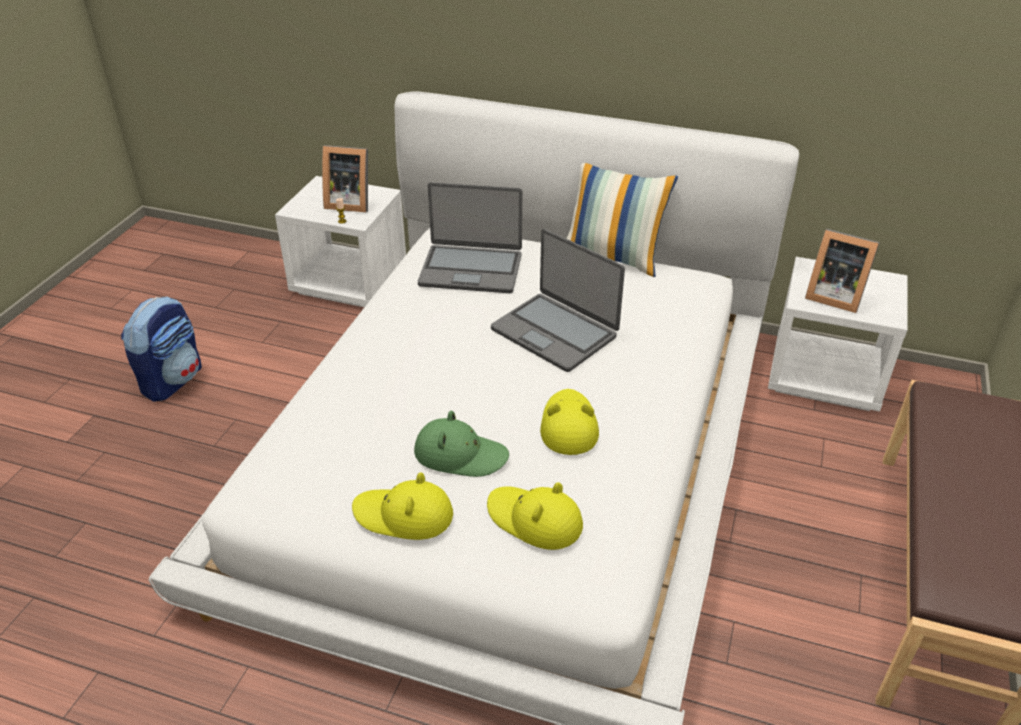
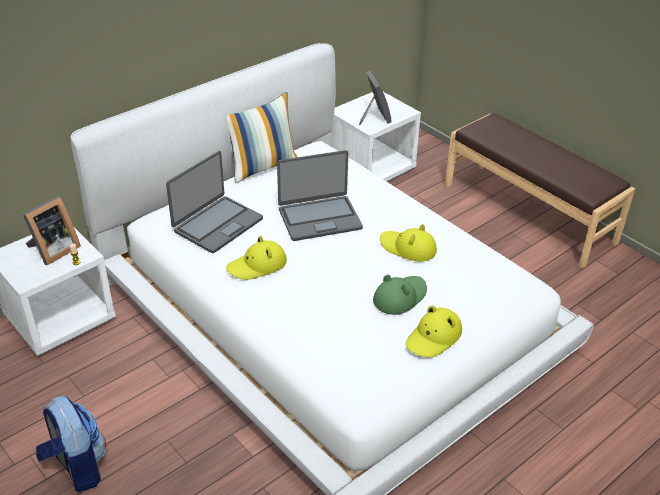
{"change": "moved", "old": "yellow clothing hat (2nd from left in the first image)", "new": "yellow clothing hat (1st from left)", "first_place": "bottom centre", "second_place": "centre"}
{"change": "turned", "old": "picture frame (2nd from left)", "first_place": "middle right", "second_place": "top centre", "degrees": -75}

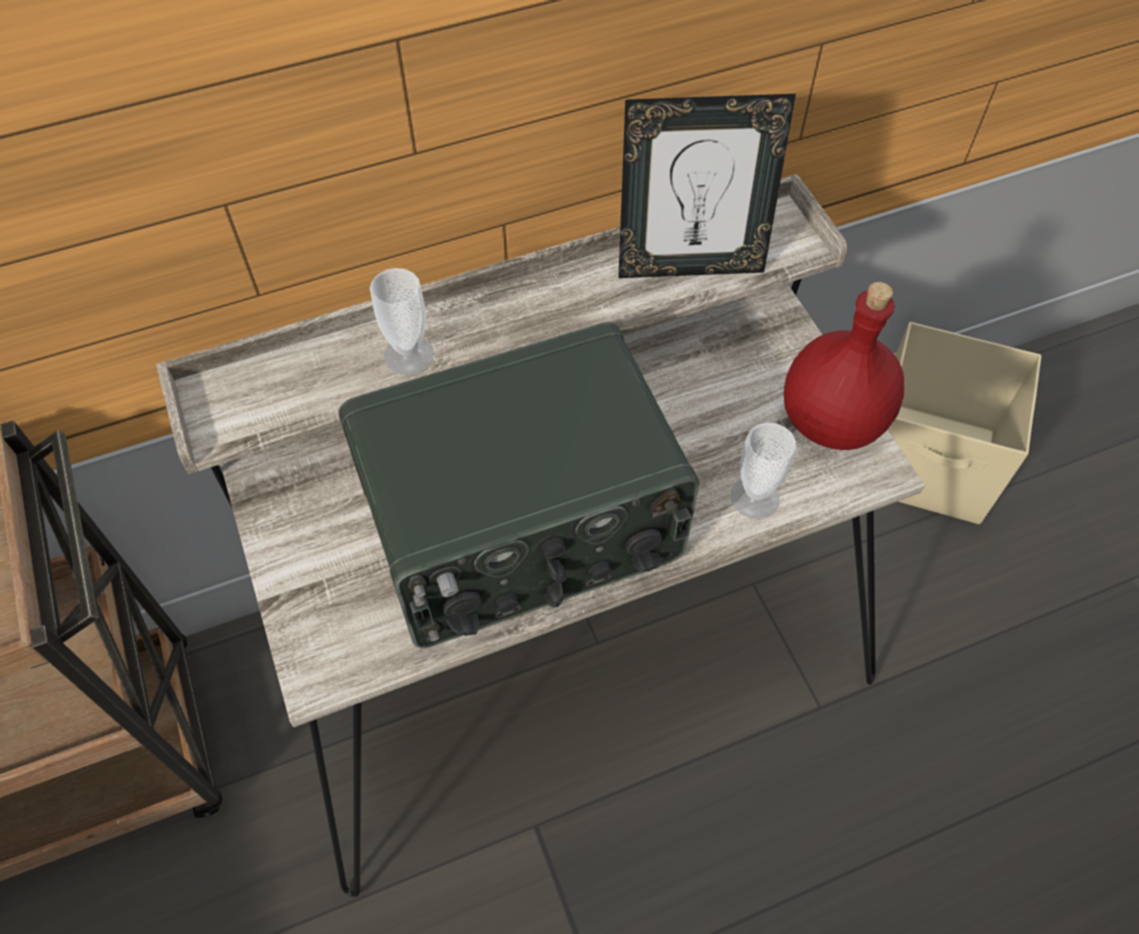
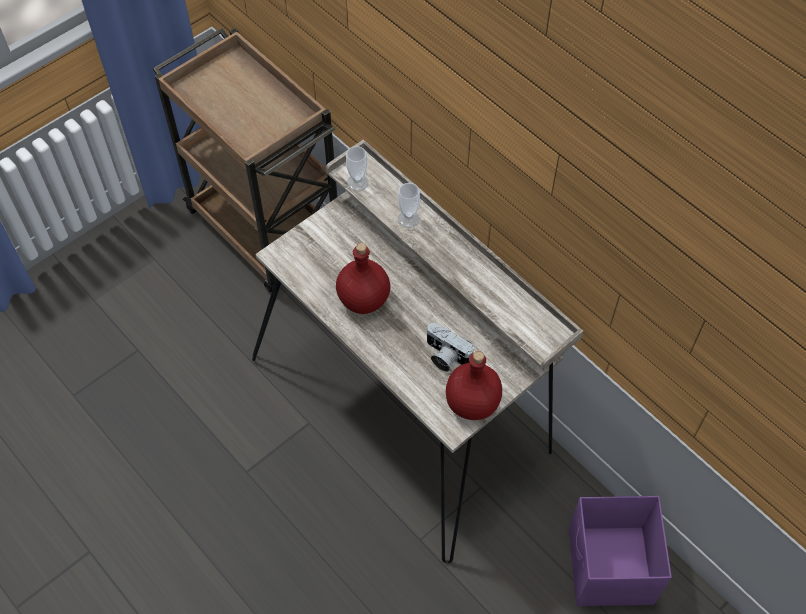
{"change": "removed", "old": "picture frame", "first_place": "top centre"}
{"change": "added", "new": "photo camera", "second_place": "centre"}
{"change": "moved", "old": "cup (2nd from left in the first image)", "new": "cup (1st from left)", "first_place": "middle right", "second_place": "top centre"}
{"change": "replaced", "old": "radio", "new": "reddish bottle (1st from left)", "first_place": "centre", "second_place": "centre"}
{"change": "recoloured", "old": "beige storage bin", "new": "purple storage bin", "first_place": "middle right", "second_place": "bottom right"}

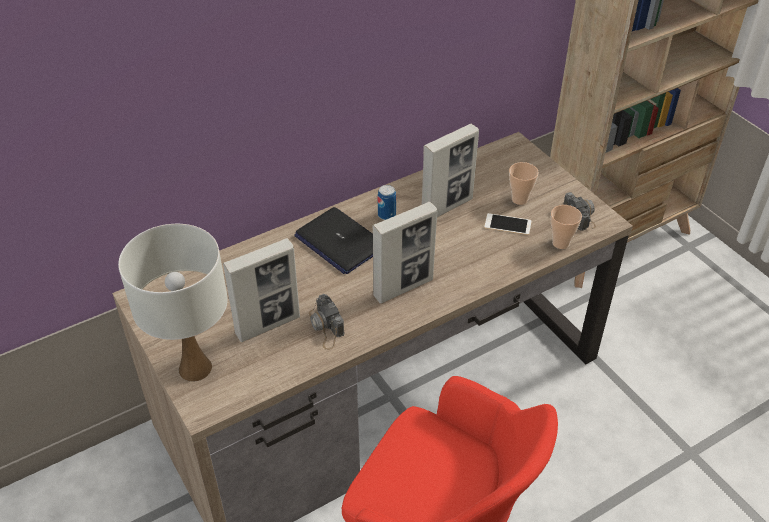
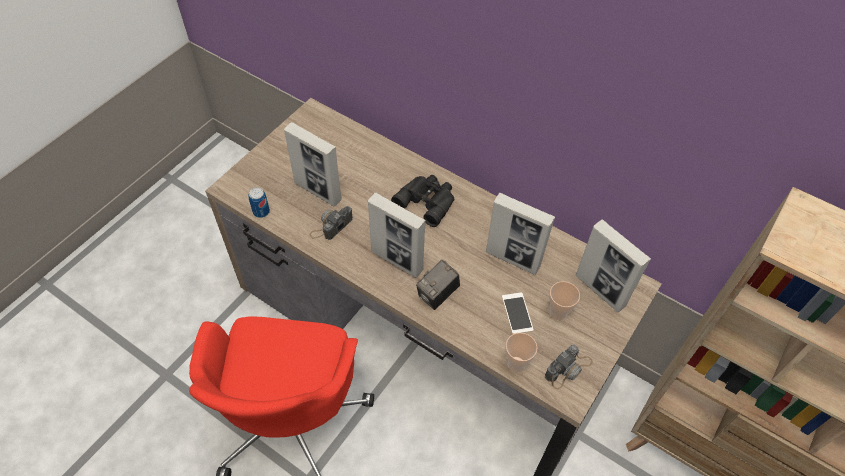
{"change": "removed", "old": "white-coloured table lamp", "first_place": "middle left"}
{"change": "added", "new": "photo camera (2nd from left)", "second_place": "centre"}
{"change": "added", "new": "picture frame (4th from left)", "second_place": "middle right"}
{"change": "moved", "old": "can", "first_place": "centre", "second_place": "middle left"}
{"change": "replaced", "old": "notebook computer", "new": "black-coloured pair of binoculars", "first_place": "centre", "second_place": "centre"}

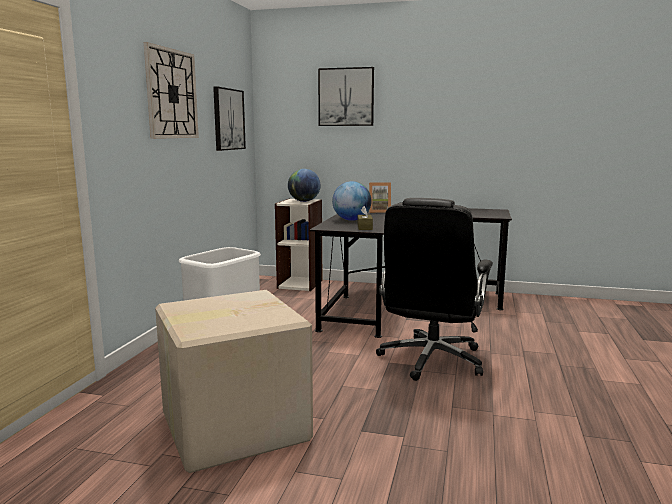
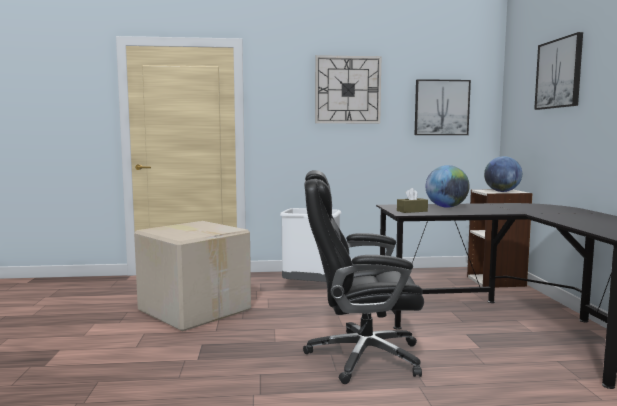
{"change": "removed", "old": "picture frame", "first_place": "centre"}

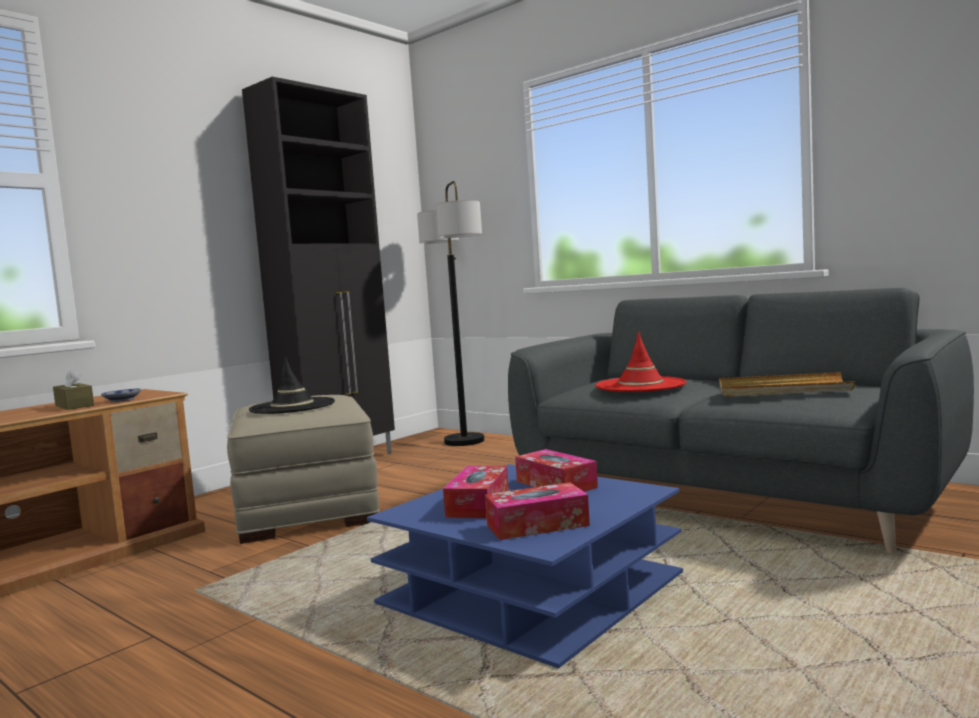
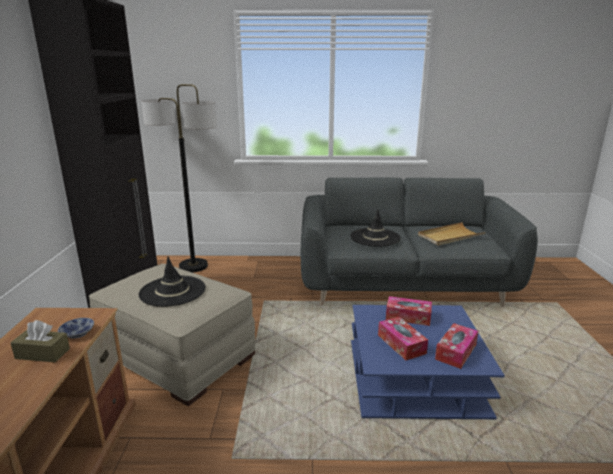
{"change": "recoloured", "old": "reddish clothing hat", "new": "black-coloured clothing hat (2nd from left)", "first_place": "centre", "second_place": "centre"}

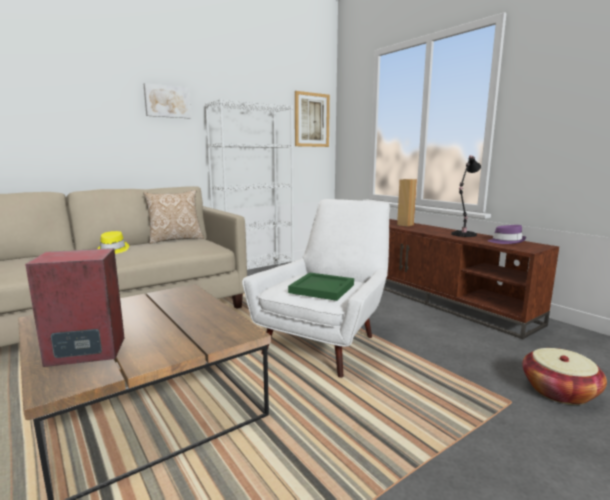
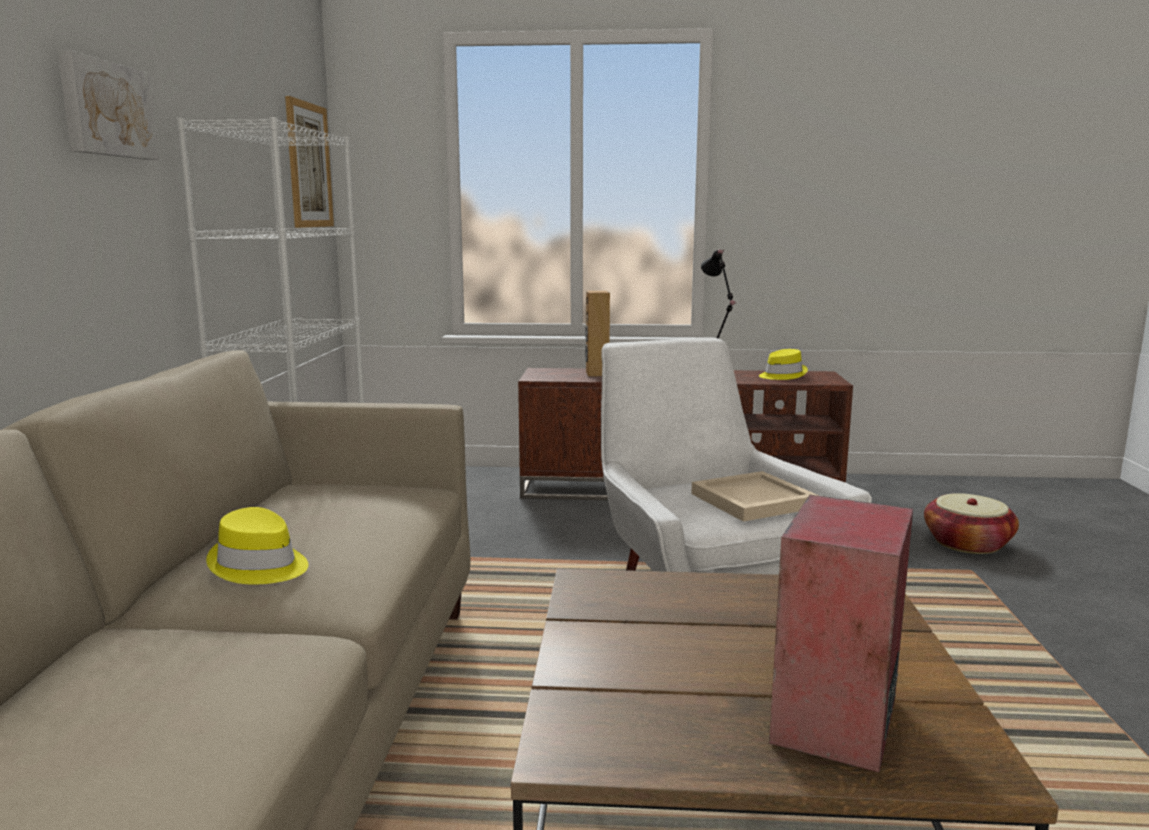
{"change": "removed", "old": "pillow", "first_place": "middle left"}
{"change": "recoloured", "old": "green serving tray", "new": "beige serving tray", "first_place": "centre", "second_place": "centre"}
{"change": "recoloured", "old": "purple clothing hat", "new": "yellow clothing hat (2nd from left)", "first_place": "middle right", "second_place": "middle right"}

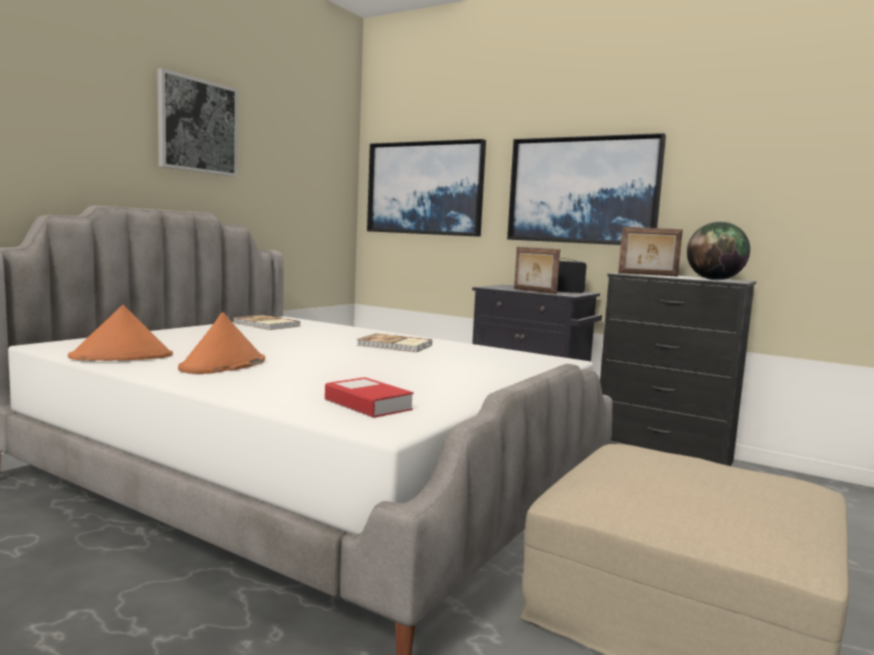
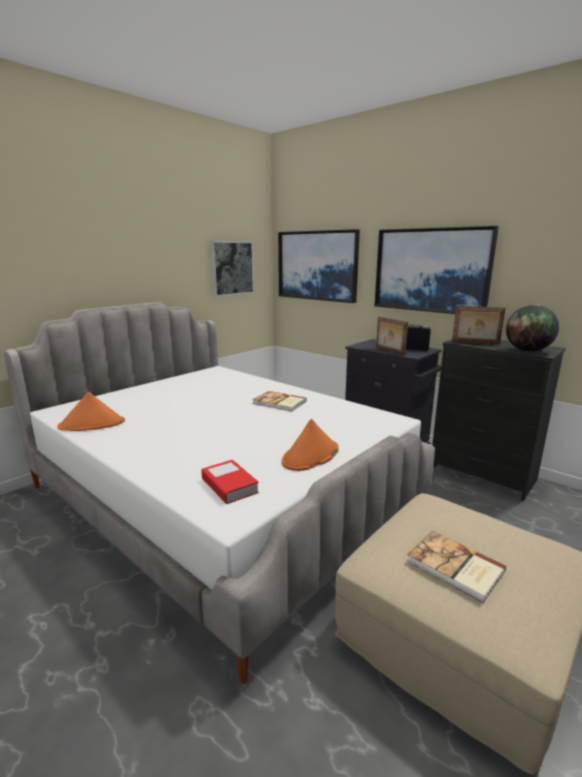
{"change": "moved", "old": "wall picture (1st from left)", "first_place": "top left", "second_place": "centre"}
{"change": "moved", "old": "orangey clothing hat (2nd from left)", "first_place": "middle left", "second_place": "centre"}
{"change": "moved", "old": "bound book (1st from left in the first image)", "new": "bound book (3rd from left)", "first_place": "middle left", "second_place": "bottom right"}

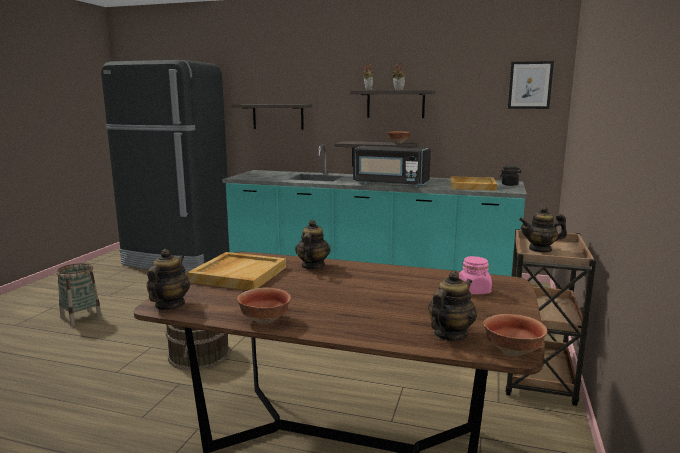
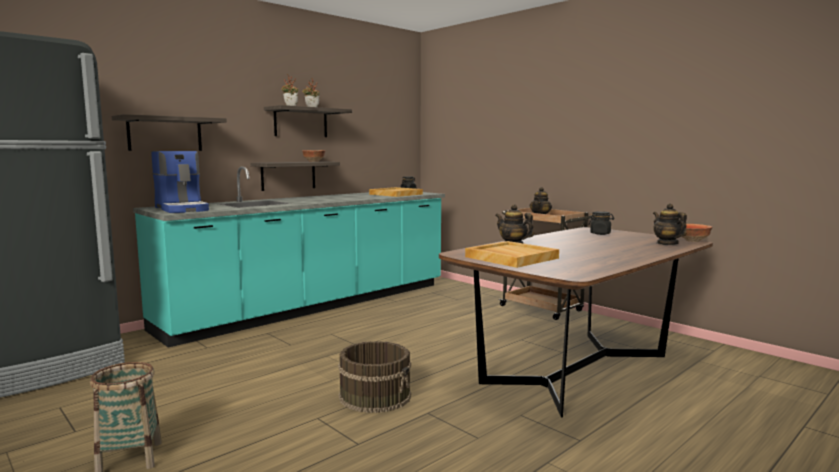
{"change": "removed", "old": "pot for tea (1st from left)", "first_place": "middle left"}
{"change": "removed", "old": "serving bowl (1st from left)", "first_place": "bottom centre"}
{"change": "removed", "old": "black-coloured kitchen microwave", "first_place": "centre"}
{"change": "removed", "old": "wall picture", "first_place": "top right"}
{"change": "added", "new": "coffee brewer", "second_place": "middle left"}
{"change": "recoloured", "old": "pink-coloured preserve jar", "new": "black-coloured preserve jar (2nd from left)", "first_place": "middle right", "second_place": "middle right"}

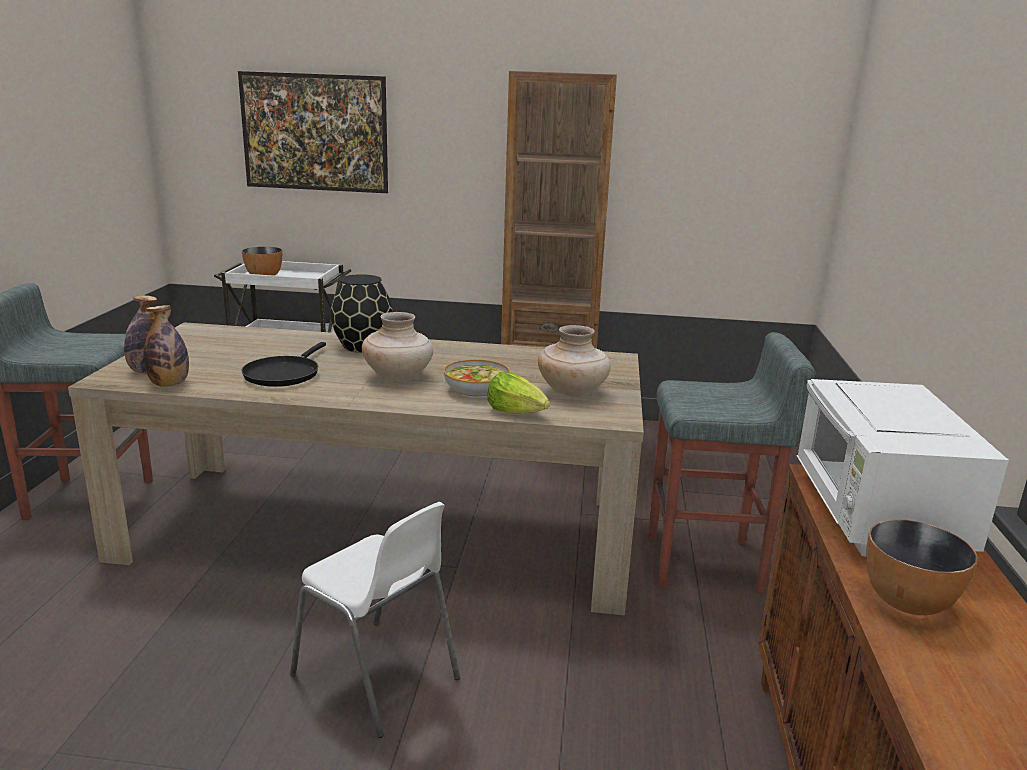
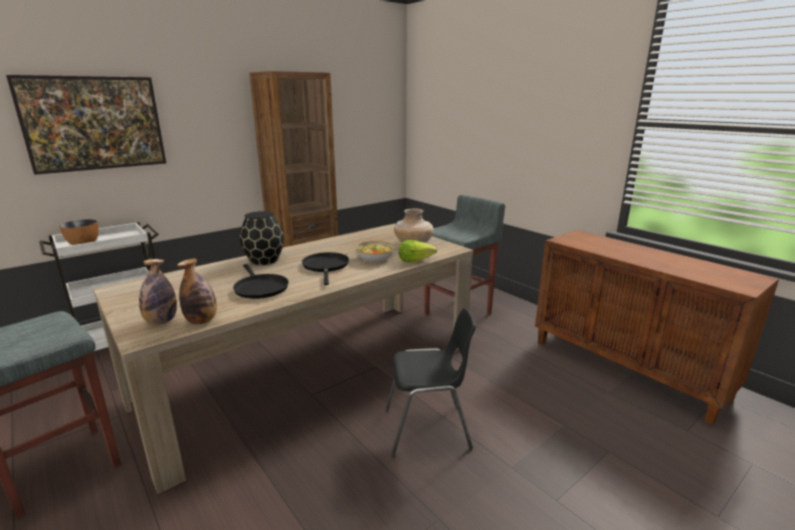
{"change": "removed", "old": "white-coloured kitchen microwave", "first_place": "middle right"}
{"change": "removed", "old": "serving bowl (3rd from left)", "first_place": "bottom right"}
{"change": "replaced", "old": "beige vase (1st from left)", "new": "black-coloured frying pan (2nd from left)", "first_place": "centre", "second_place": "centre"}
{"change": "recoloured", "old": "white-coloured plain chair", "new": "black-coloured plain chair", "first_place": "bottom centre", "second_place": "bottom centre"}

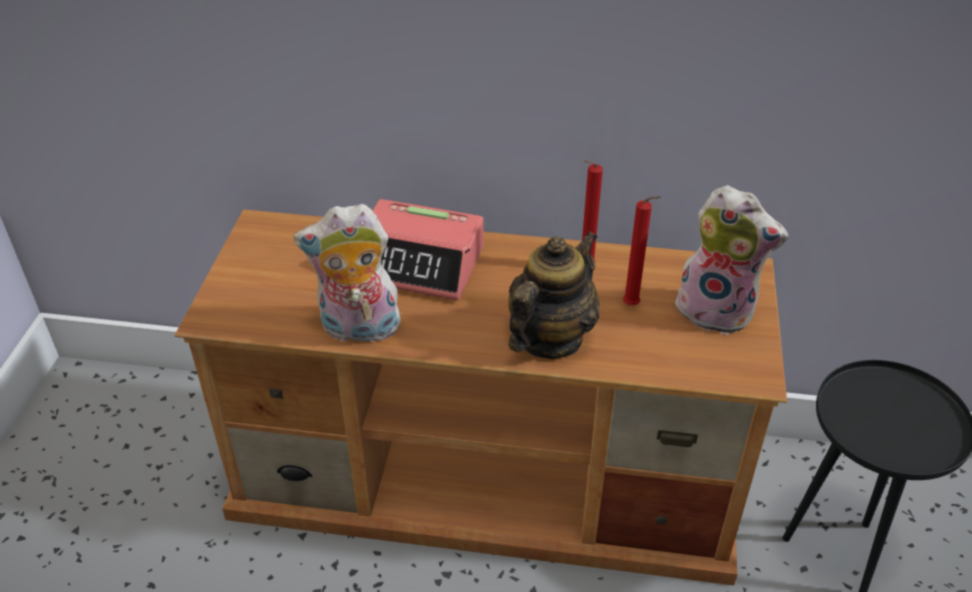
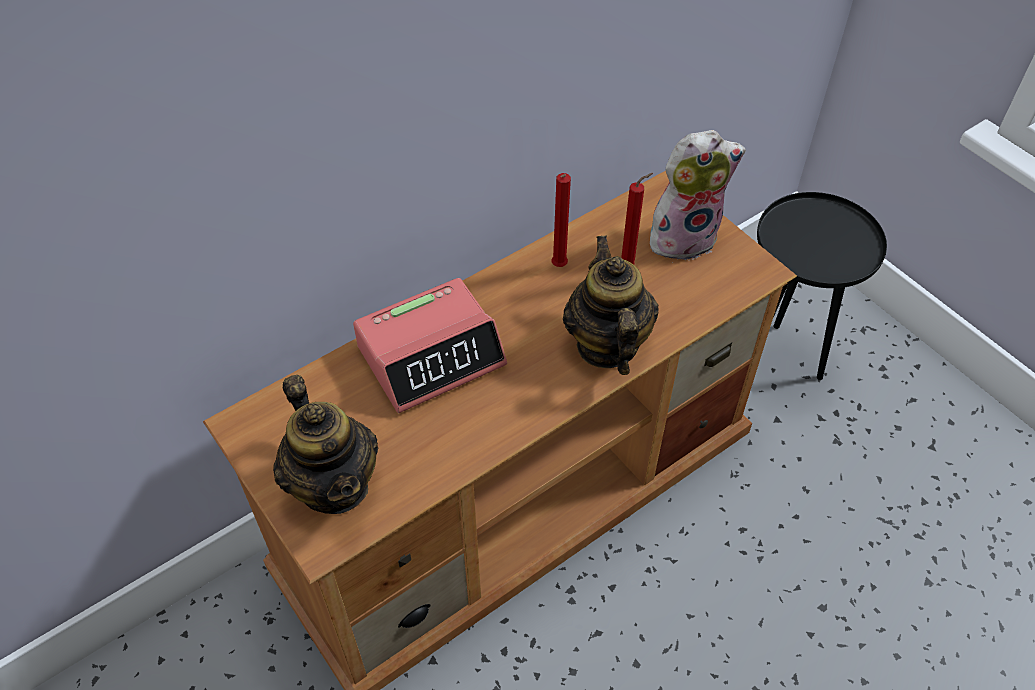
{"change": "removed", "old": "plush toy (1st from left)", "first_place": "centre"}
{"change": "added", "new": "pot for tea (1st from left)", "second_place": "middle left"}

